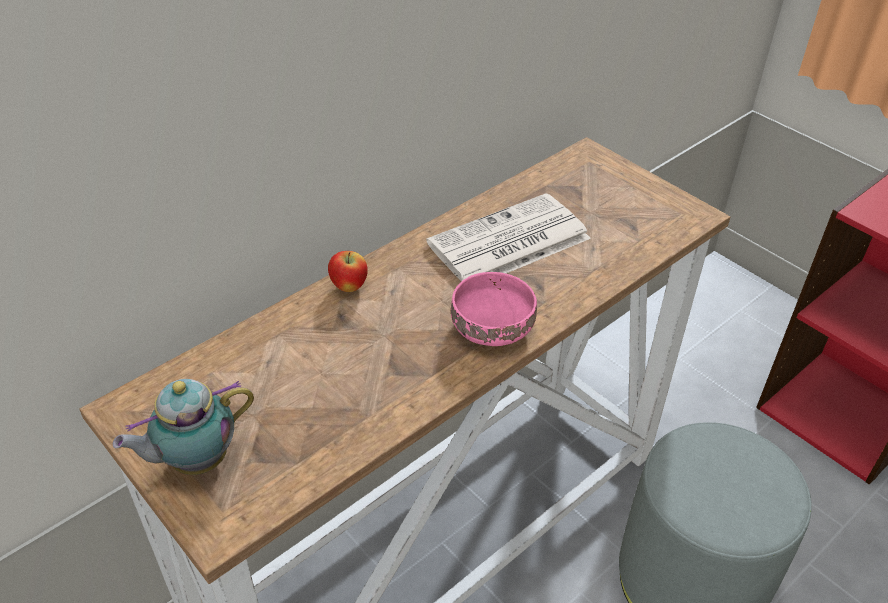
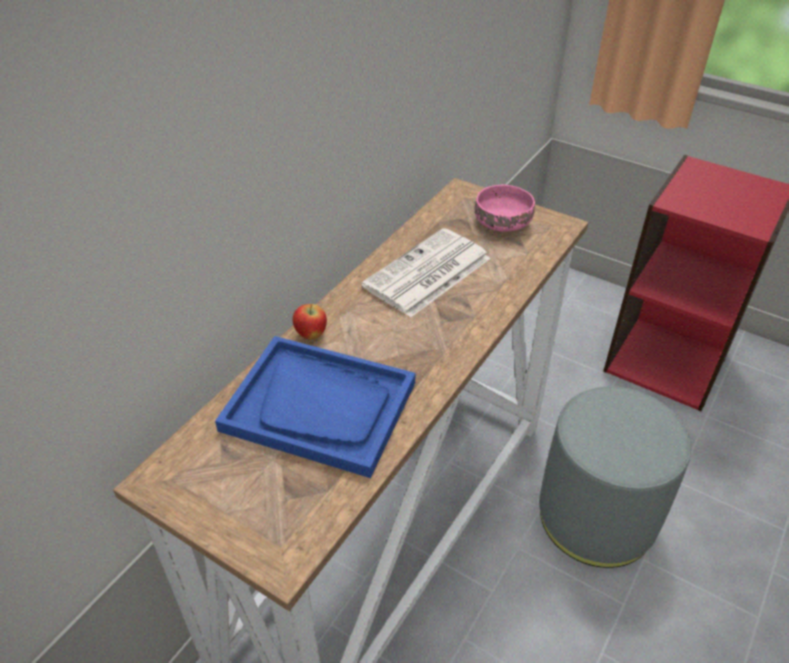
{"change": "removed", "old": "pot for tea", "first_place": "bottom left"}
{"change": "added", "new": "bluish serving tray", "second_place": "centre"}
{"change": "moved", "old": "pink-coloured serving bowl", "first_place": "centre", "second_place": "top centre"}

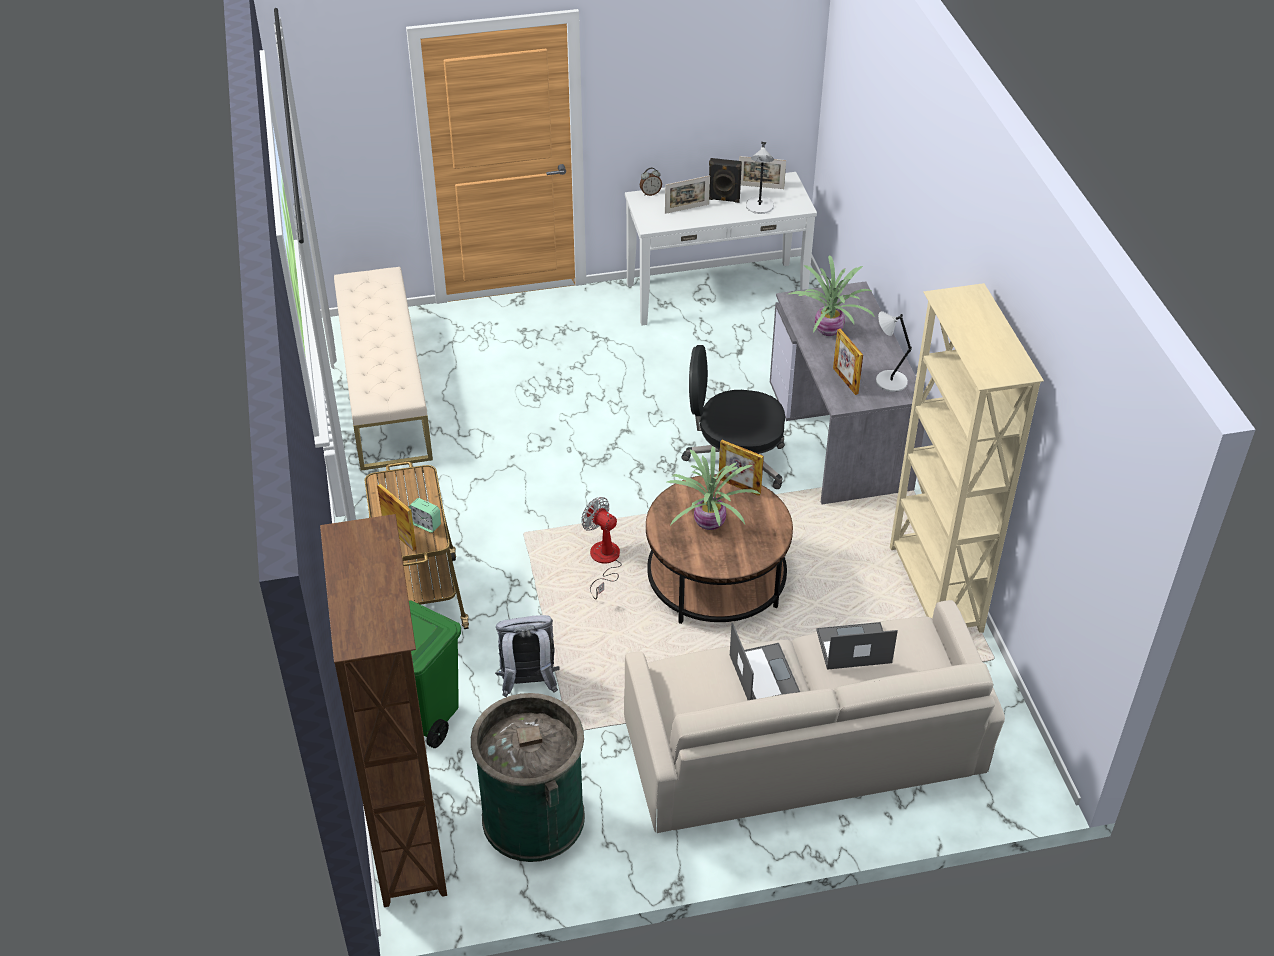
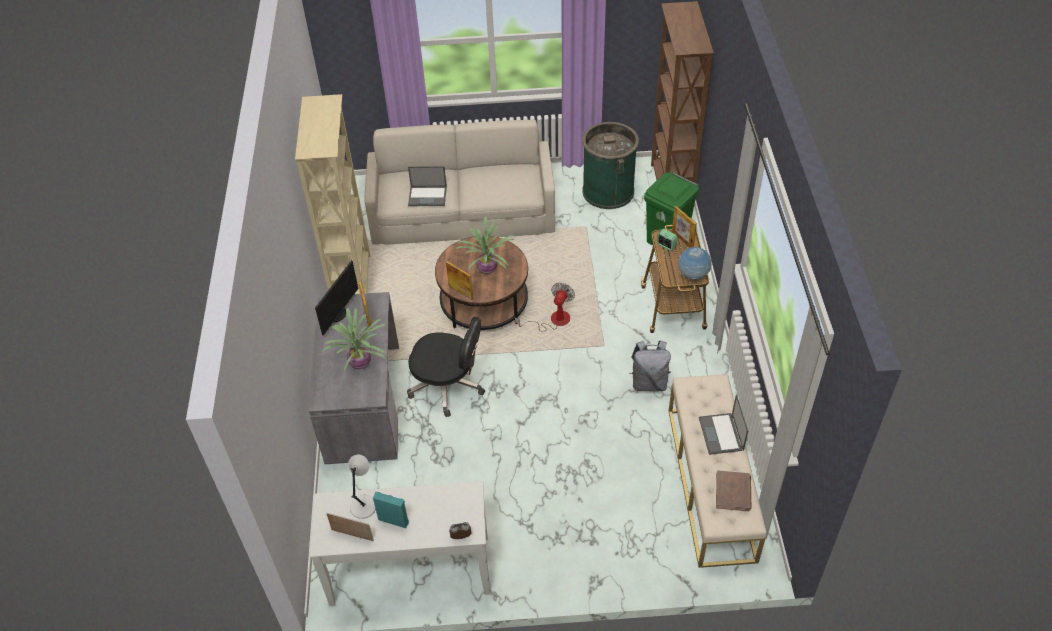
{"change": "removed", "old": "picture frame (2nd from left)", "first_place": "top centre"}
{"change": "added", "new": "world globe", "second_place": "centre"}
{"change": "added", "new": "brownish bound book", "second_place": "bottom right"}
{"change": "moved", "old": "grey knapsack", "first_place": "bottom centre", "second_place": "centre"}
{"change": "moved", "old": "notebook computer (1st from left in the first image)", "new": "notebook computer (2nd from left)", "first_place": "bottom centre", "second_place": "bottom right"}
{"change": "replaced", "old": "grey table lamp (2nd from left)", "new": "computer display", "first_place": "middle right", "second_place": "middle left"}
{"change": "recoloured", "old": "black-coloured audio speaker", "new": "blue-green audio speaker", "first_place": "top centre", "second_place": "bottom centre"}
{"change": "turned", "old": "fan", "first_place": "centre", "second_place": "centre", "degrees": -120}

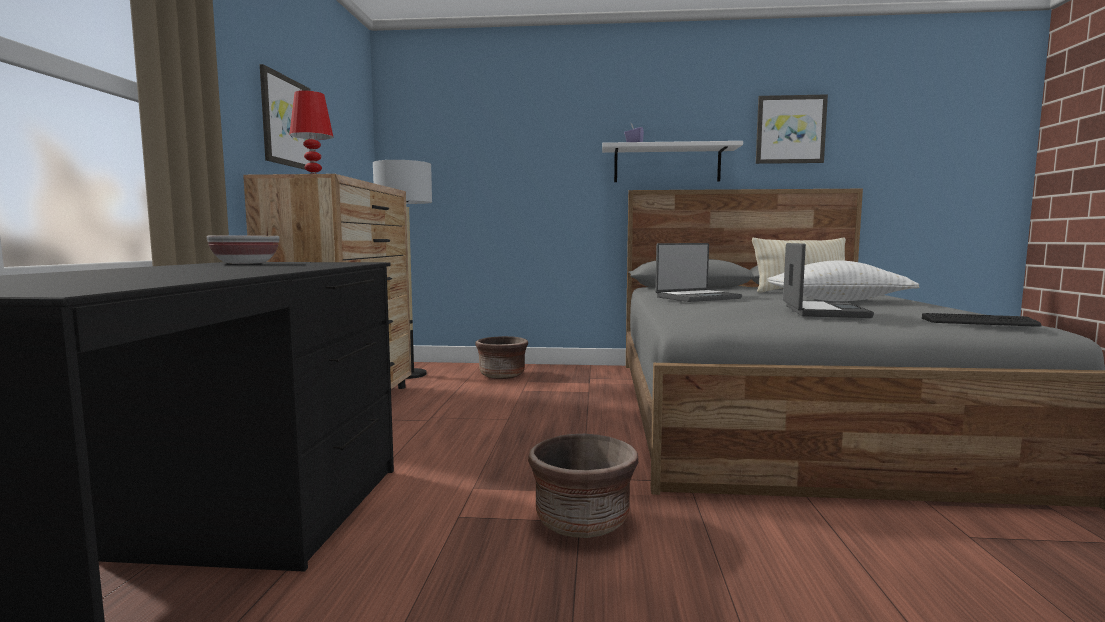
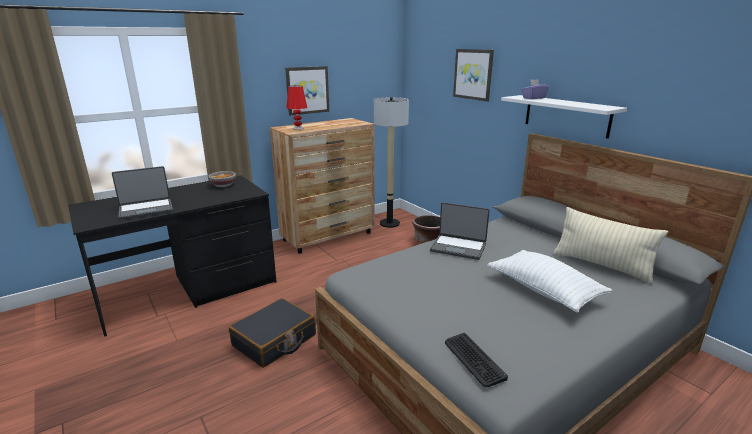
{"change": "moved", "old": "wall picture (2nd from left)", "first_place": "top right", "second_place": "top centre"}
{"change": "moved", "old": "notebook computer (2nd from left in the first image)", "new": "notebook computer (1st from left)", "first_place": "middle right", "second_place": "middle left"}
{"change": "replaced", "old": "brownish planter (2nd from left)", "new": "black-coloured piece of luggage", "first_place": "bottom centre", "second_place": "bottom centre"}

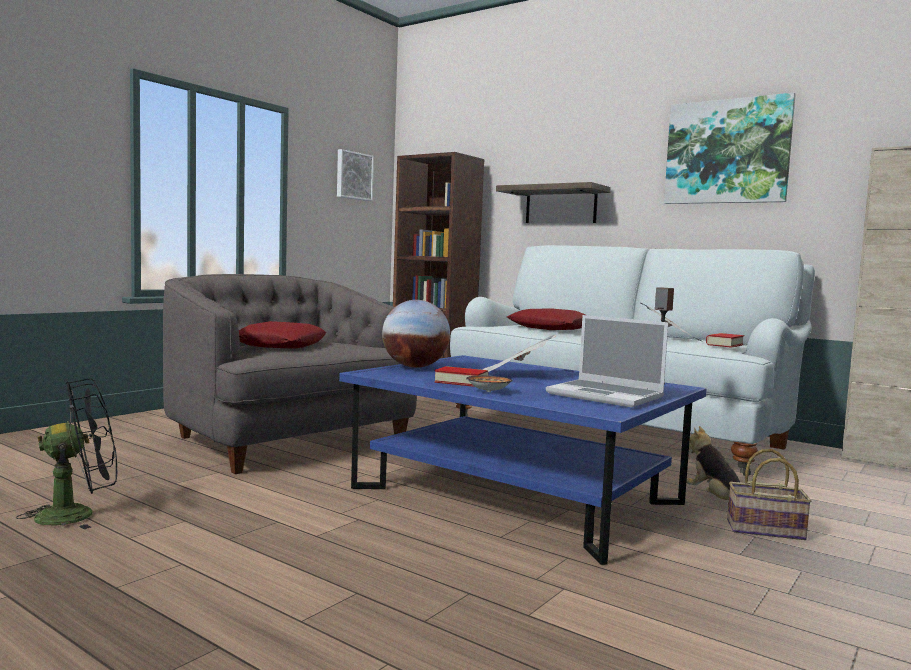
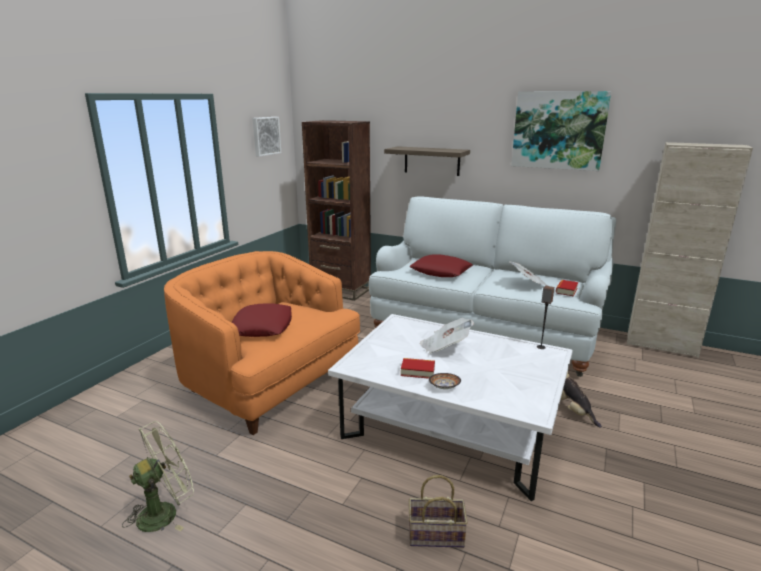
{"change": "removed", "old": "world globe", "first_place": "centre"}
{"change": "removed", "old": "notebook computer", "first_place": "centre"}
{"change": "moved", "old": "household basket", "first_place": "bottom right", "second_place": "bottom centre"}
{"change": "recoloured", "old": "black-coloured fan", "new": "green fan", "first_place": "bottom left", "second_place": "bottom left"}
{"change": "recoloured", "old": "grey easy chair", "new": "orangey easy chair", "first_place": "middle left", "second_place": "centre"}
{"change": "recoloured", "old": "bluish lounge table", "new": "white-coloured lounge table", "first_place": "bottom centre", "second_place": "bottom centre"}

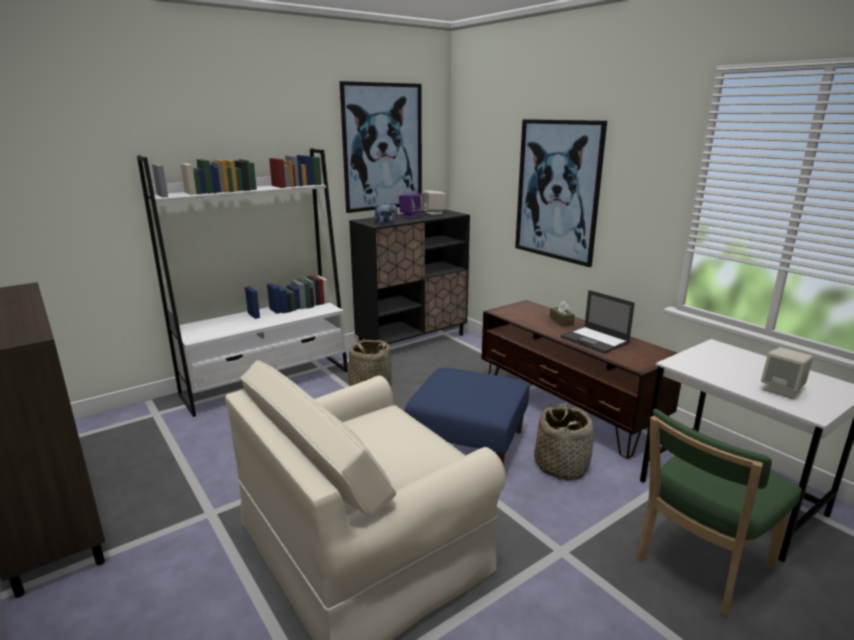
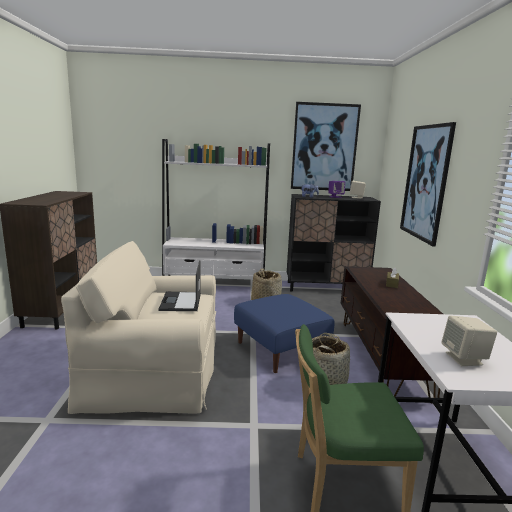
{"change": "moved", "old": "notebook computer", "first_place": "middle right", "second_place": "centre"}

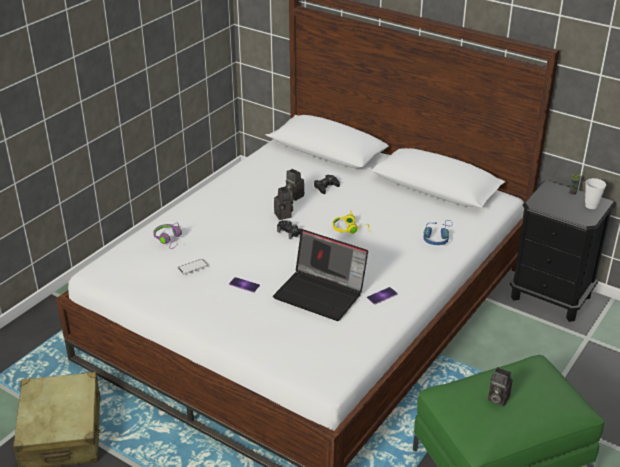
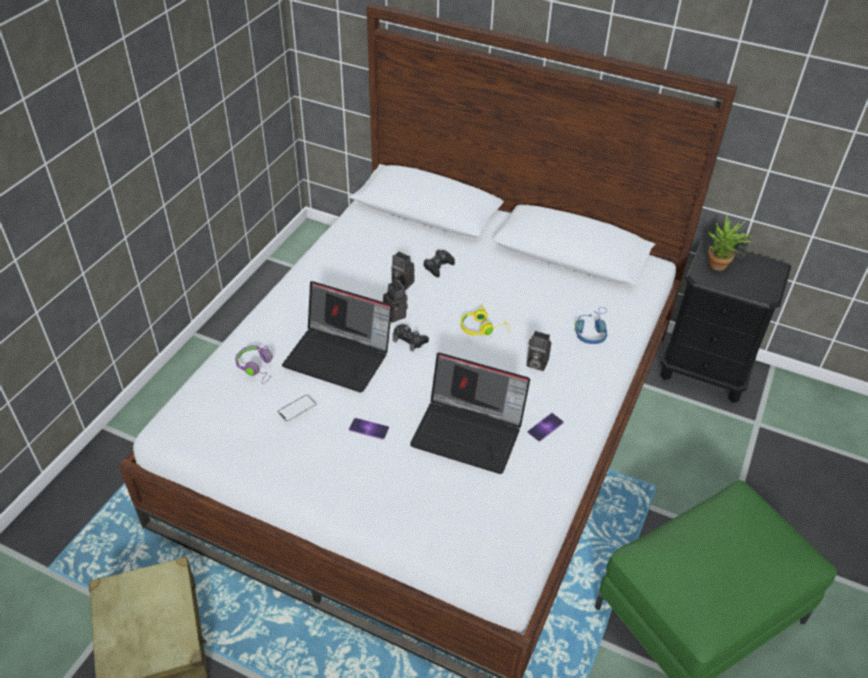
{"change": "removed", "old": "cup (2nd from left)", "first_place": "middle right"}
{"change": "added", "new": "notebook computer (1st from left)", "second_place": "centre"}
{"change": "added", "new": "houseplant", "second_place": "middle right"}
{"change": "moved", "old": "photo camera (3rd from left)", "first_place": "bottom right", "second_place": "centre"}

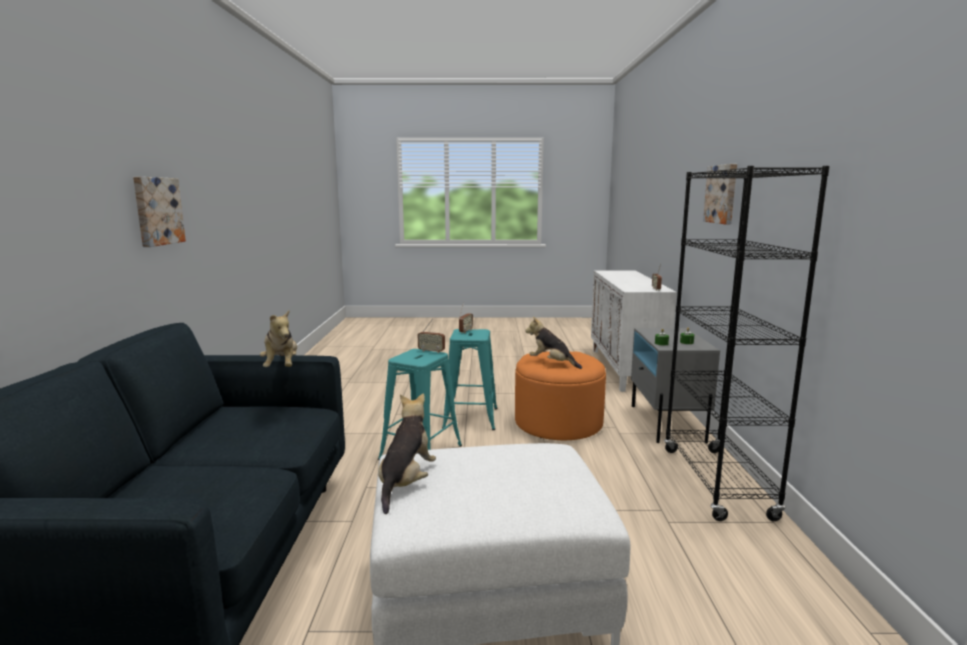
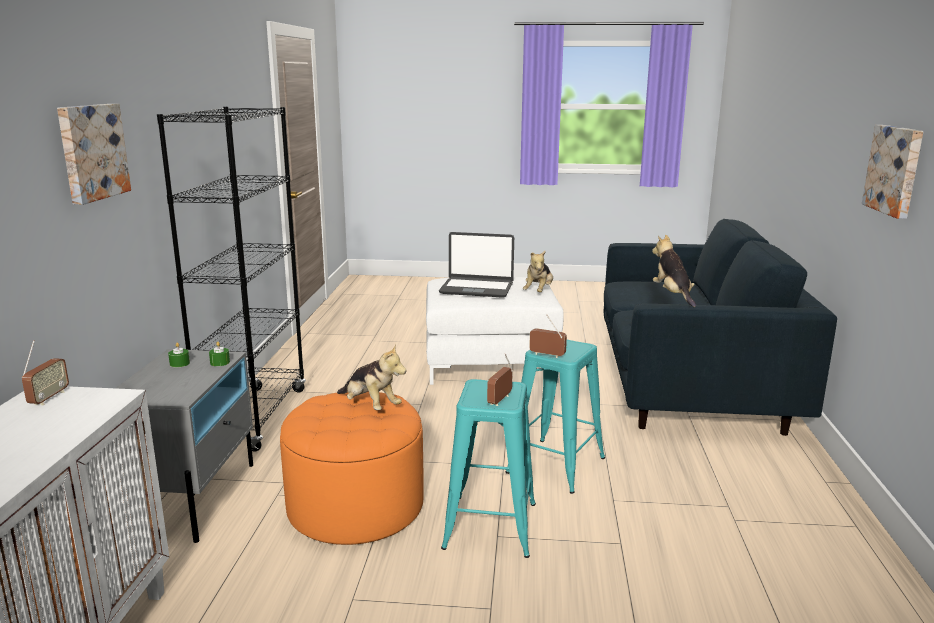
{"change": "added", "new": "notebook computer", "second_place": "centre"}

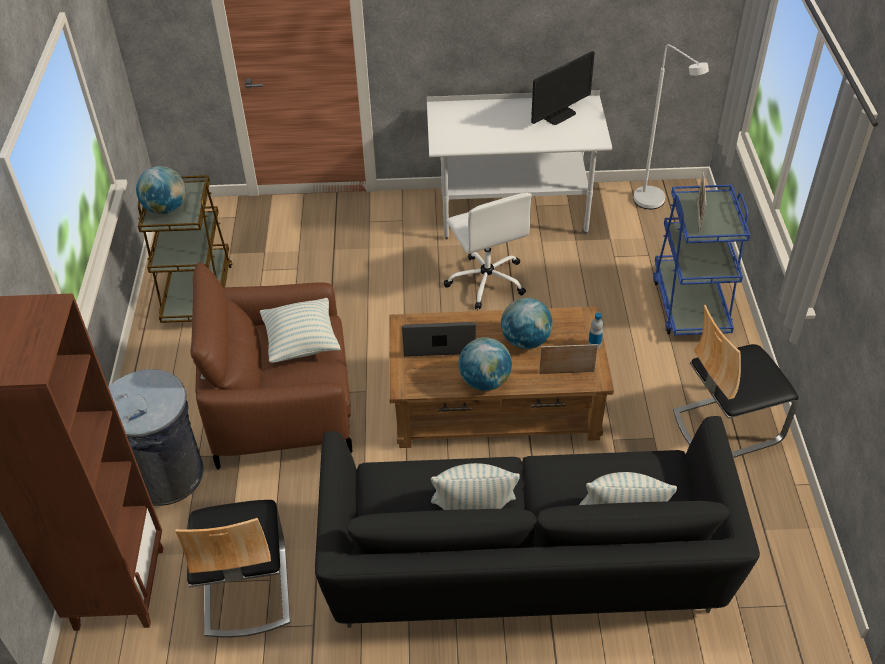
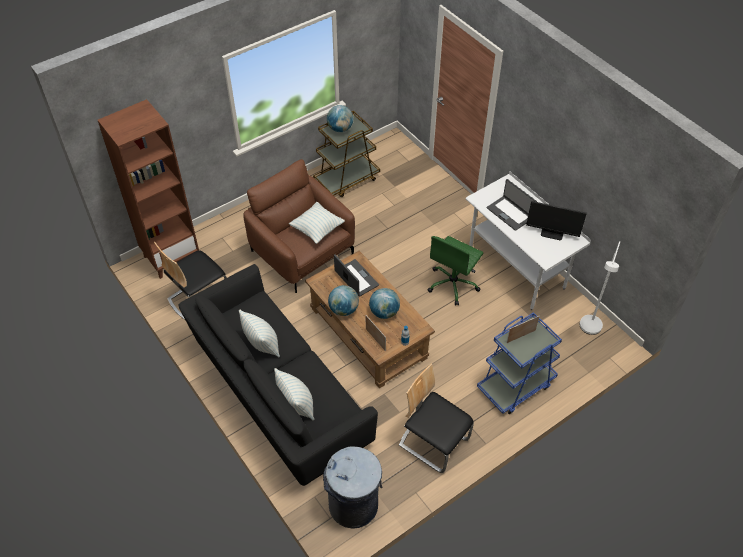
{"change": "added", "new": "notebook computer (2nd from left)", "second_place": "middle right"}
{"change": "moved", "old": "grey waste bin", "first_place": "middle left", "second_place": "bottom centre"}
{"change": "recoloured", "old": "white-coloured computer chair", "new": "green computer chair", "first_place": "centre", "second_place": "centre"}

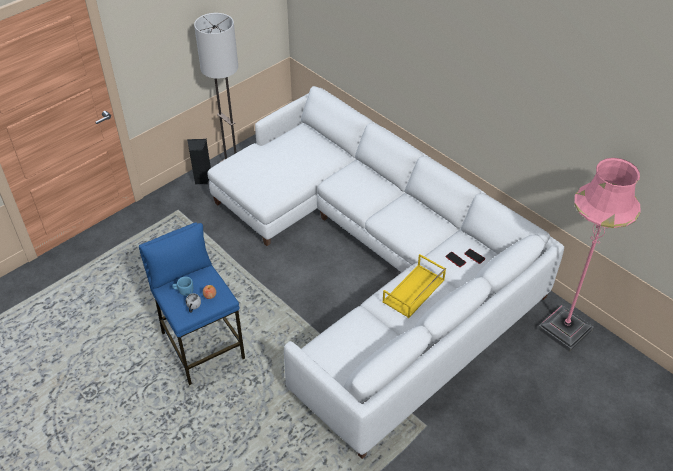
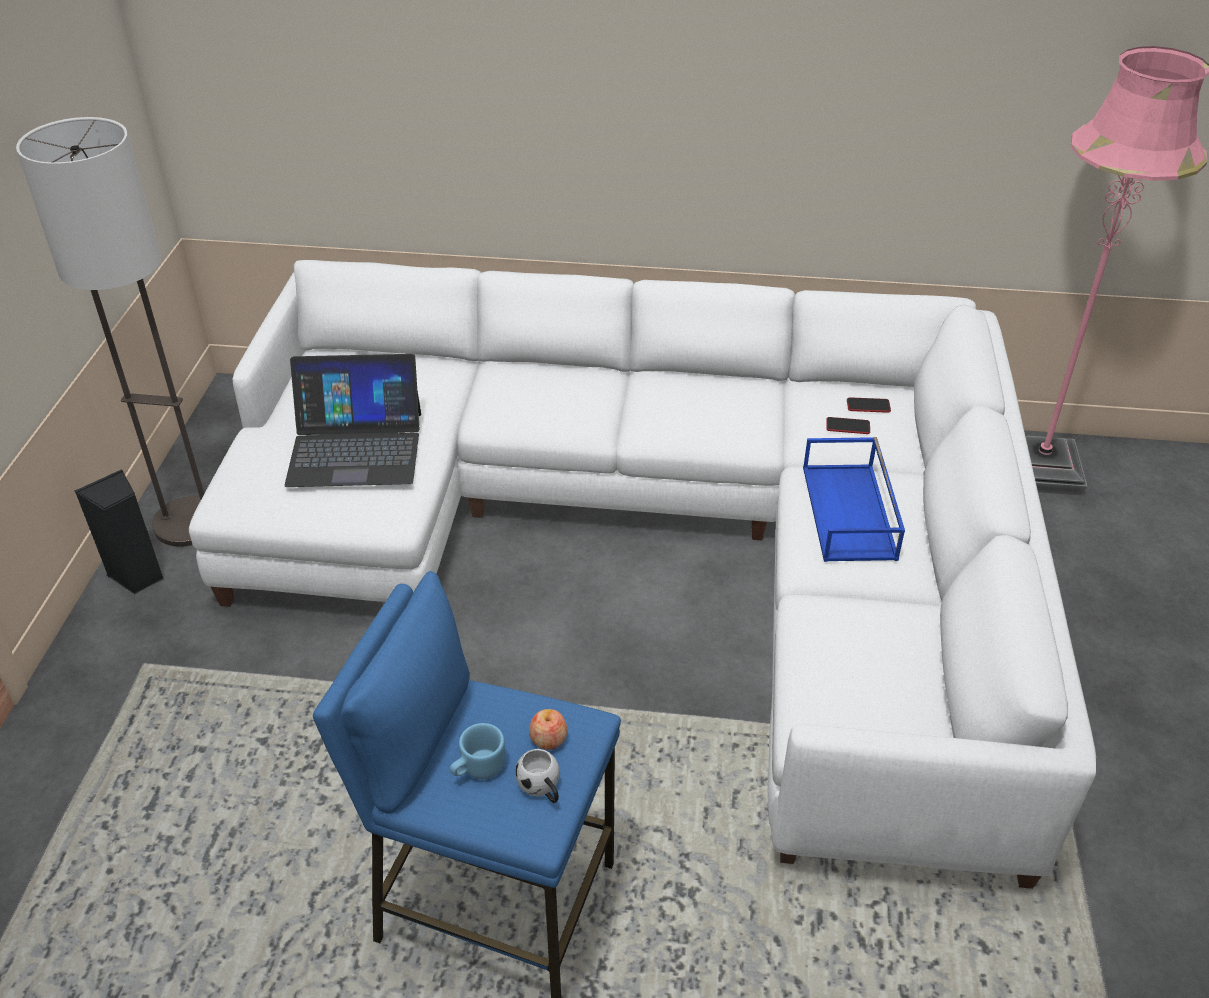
{"change": "added", "new": "notebook computer", "second_place": "middle left"}
{"change": "recoloured", "old": "yellow serving tray", "new": "bluish serving tray", "first_place": "centre", "second_place": "middle right"}

